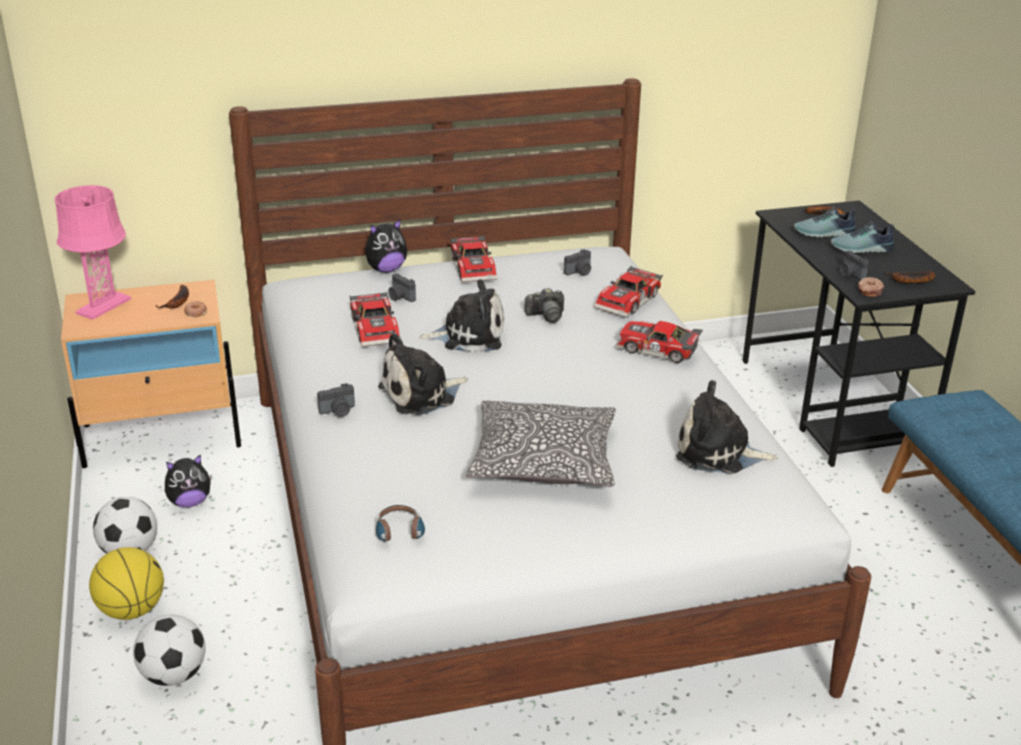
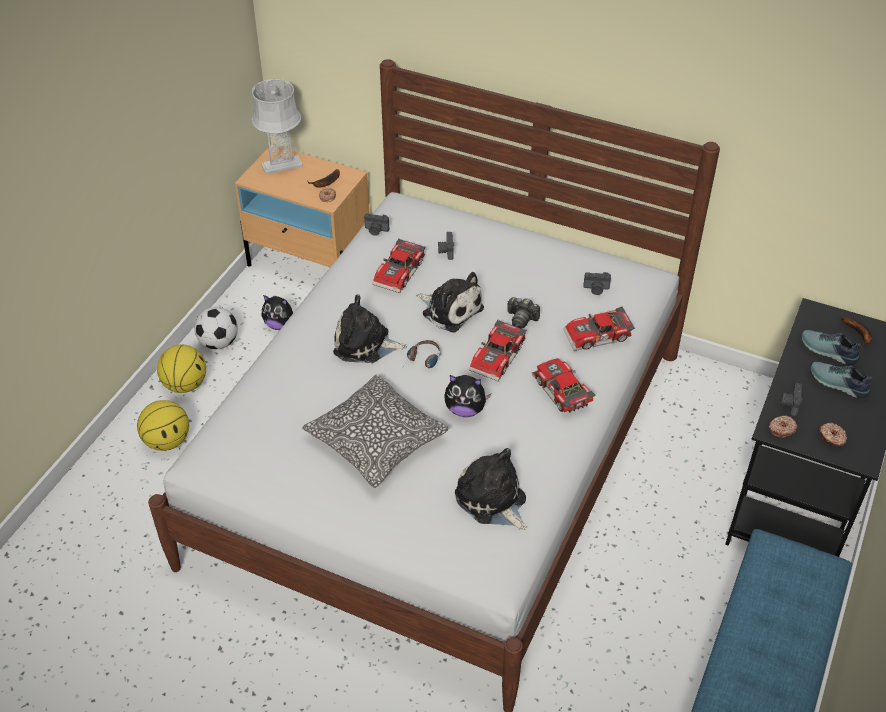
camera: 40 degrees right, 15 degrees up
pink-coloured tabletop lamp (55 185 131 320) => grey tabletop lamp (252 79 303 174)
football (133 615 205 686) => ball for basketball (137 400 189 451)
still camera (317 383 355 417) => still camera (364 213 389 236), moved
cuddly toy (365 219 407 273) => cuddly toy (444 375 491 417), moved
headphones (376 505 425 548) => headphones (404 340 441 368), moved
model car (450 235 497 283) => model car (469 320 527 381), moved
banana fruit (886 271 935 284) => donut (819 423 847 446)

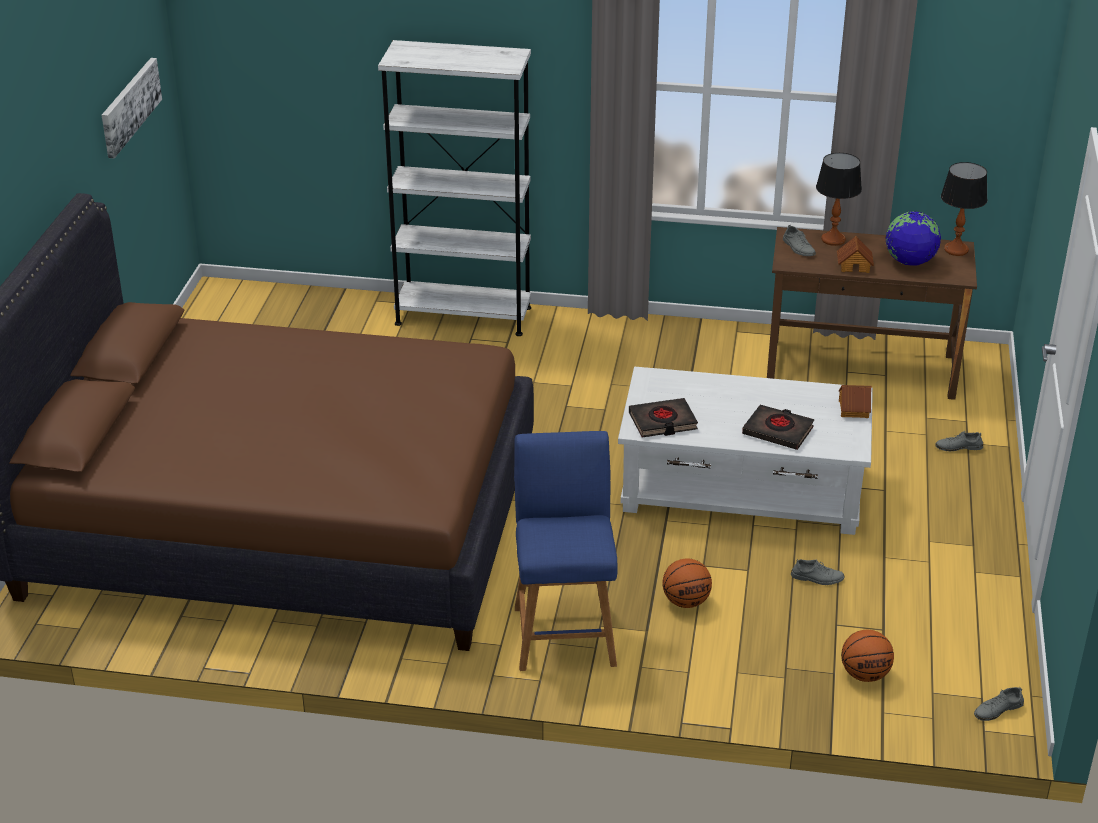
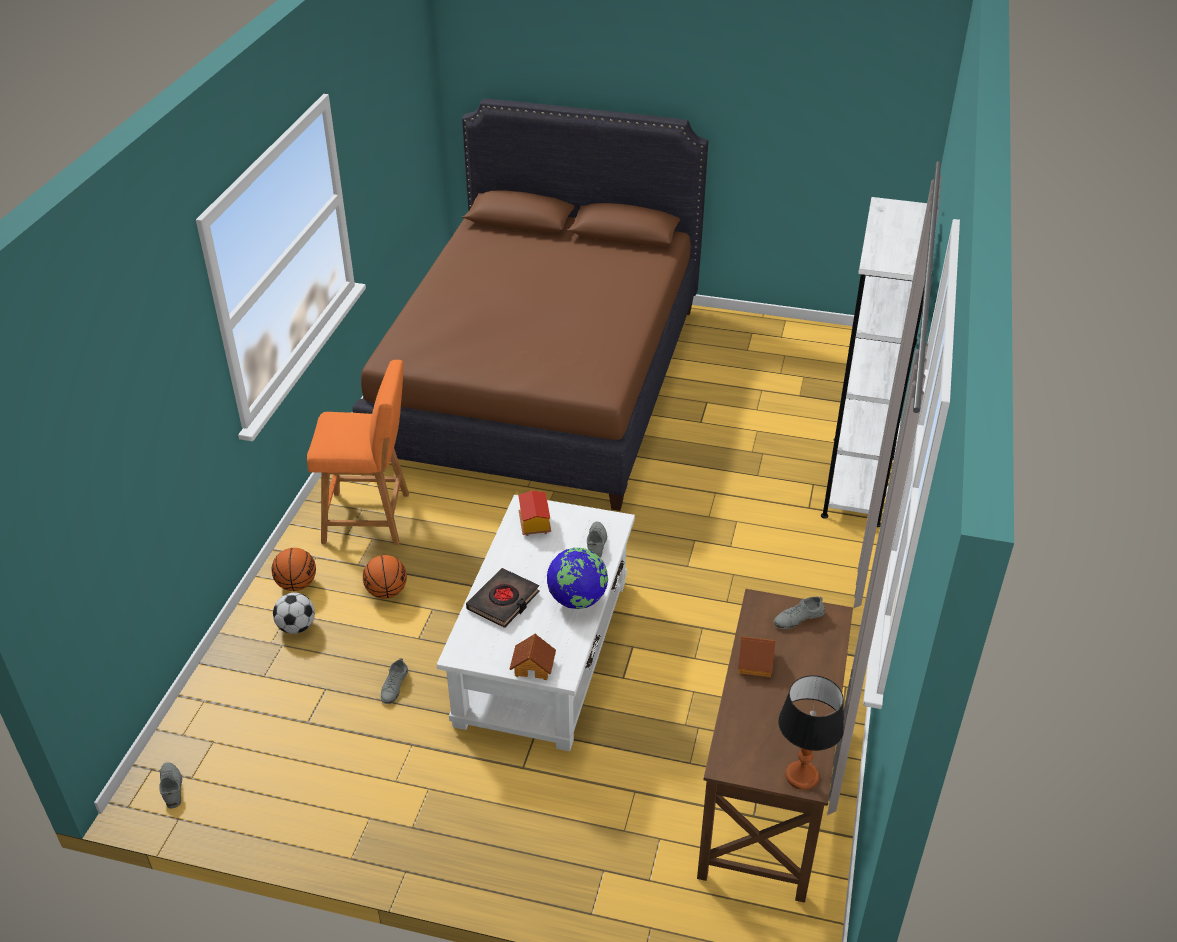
camera: 95 degrees right, 5 degrees up
wall art (102 58 162 158) => nothing
blue-coloured stool (514 431 618 671) => orange stool (307 360 409 545)
black volume (629 398 698 437) => model house (518 490 551 536)
tabletop lamp (816 153 862 246) => nothing
ball for basketball (841 630 894 682) => ball for basketball (272 548 316 591), moved
world globe (886 211 941 266) => world globe (547 548 608 609), moved
grey shoe (935 431 983 452) => grey shoe (587 522 607 558), moved
nothing => football (273 593 315 634)

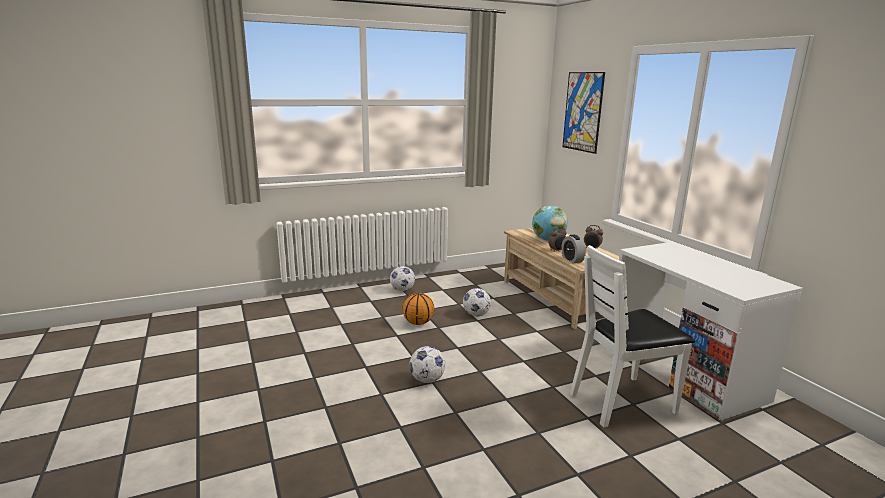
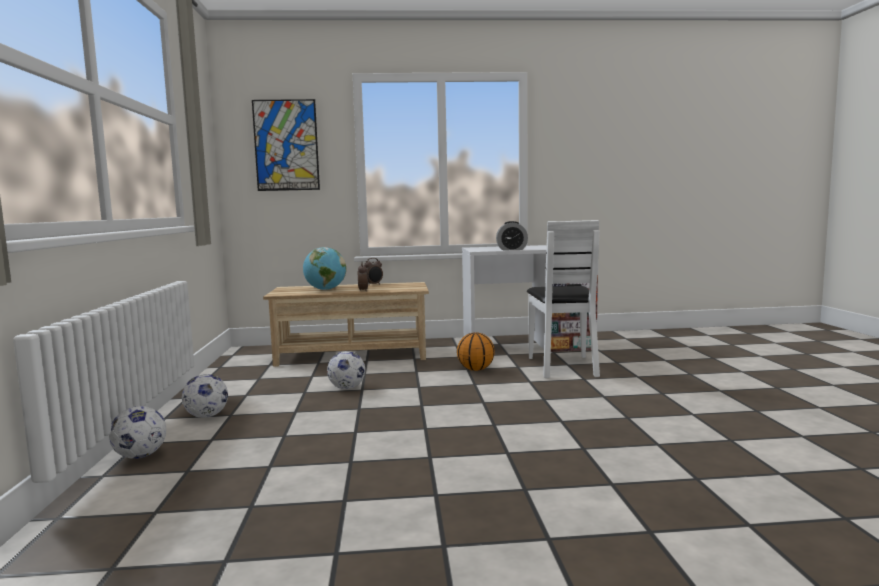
camera: 70 degrees left, 10 degrees down
ball for basketball (402 293 434 325) => ball for basketball (457 332 495 371), moved
football (409 346 445 383) => football (109 406 166 459), moved
table clock (561 235 586 263) => table clock (496 221 528 251), moved

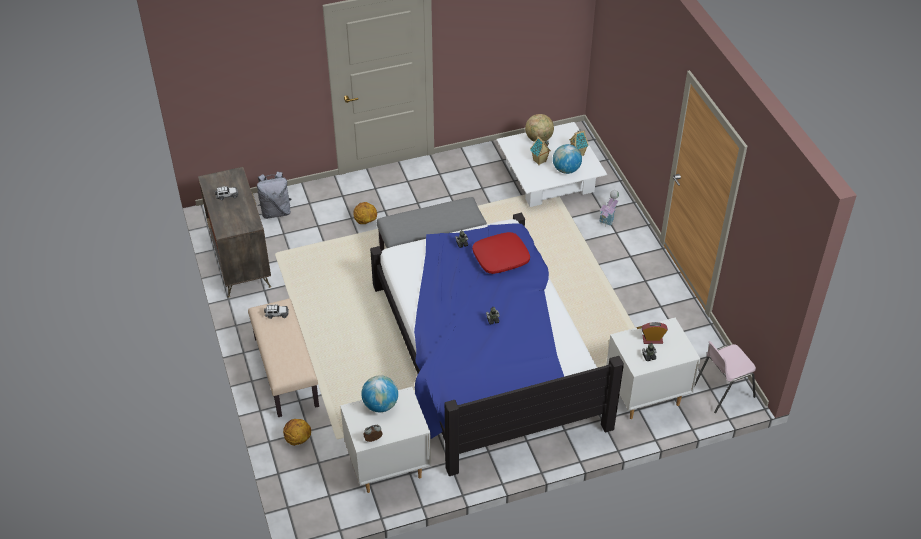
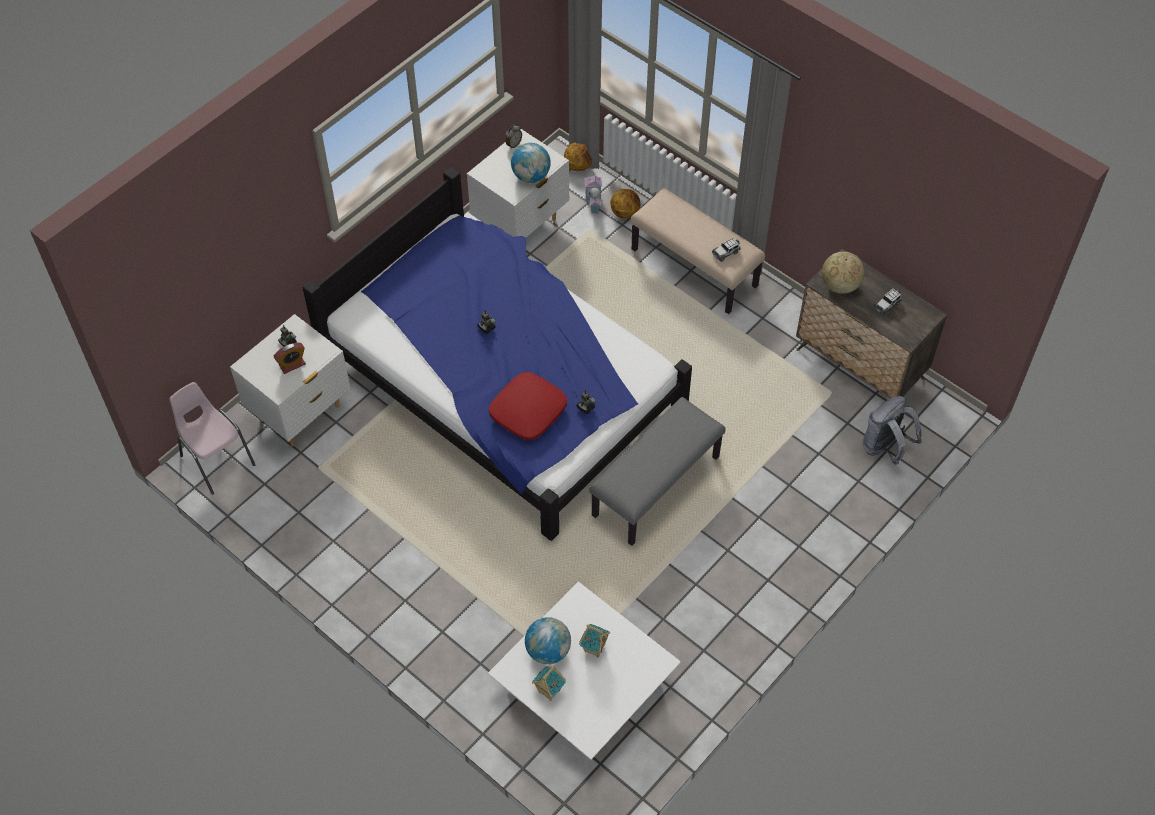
camera: 150 degrees right, 10 degrees up
ball for basketball (354 202 377 224) => ball for basketball (564 143 592 171), moved
world globe (525 114 554 142) => world globe (822 251 865 293), moved
model house (599 190 619 227) => model house (584 171 602 214), moved
pink-coloured upright chair (695 341 756 413) => pink-coloured upright chair (169 382 255 495), 75 degrees counterclockwise

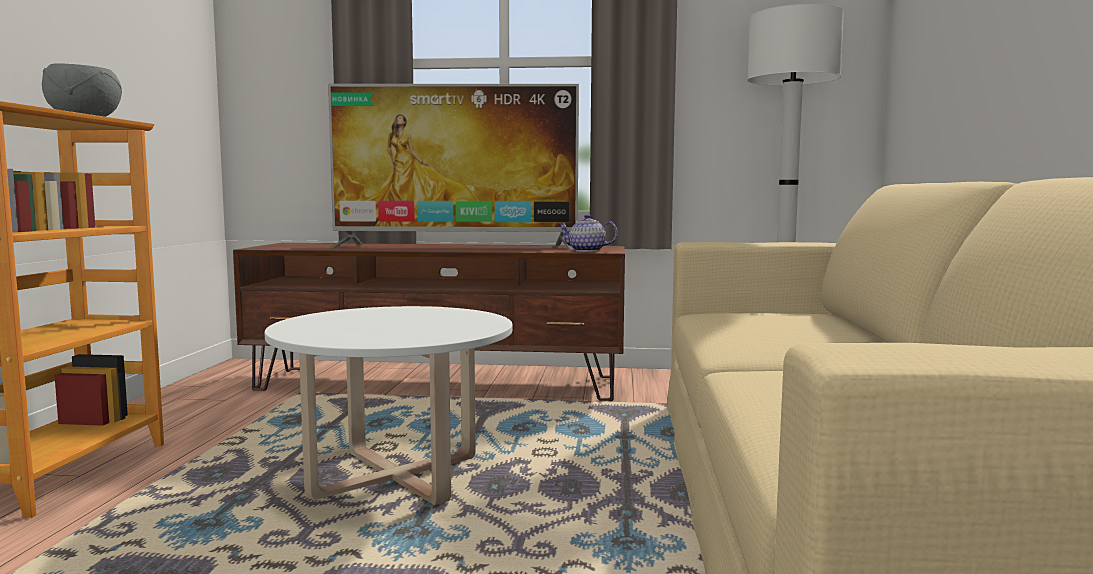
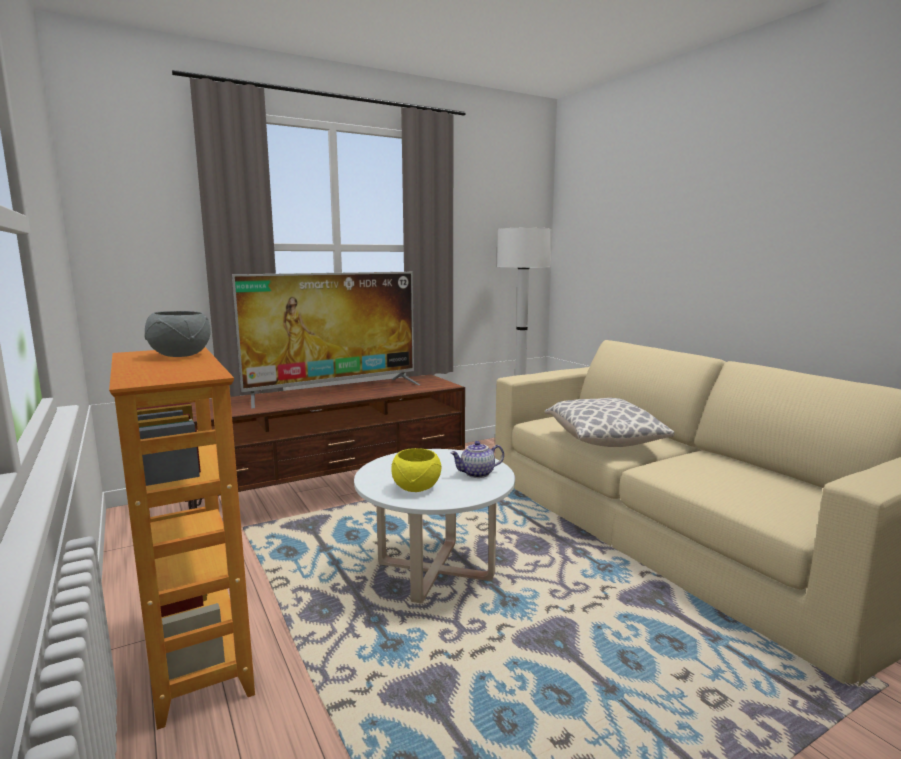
camera: 35 degrees left, 5 degrees up
teapot (558 214 618 252) => teapot (450 441 504 478), moved
nothing => yellow serving bowl (391 448 442 492)
nothing => throw pillow (545 398 674 447)

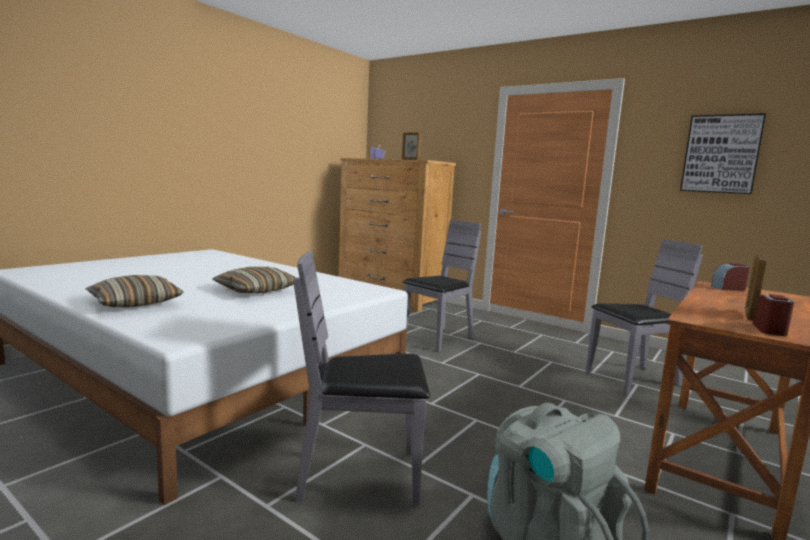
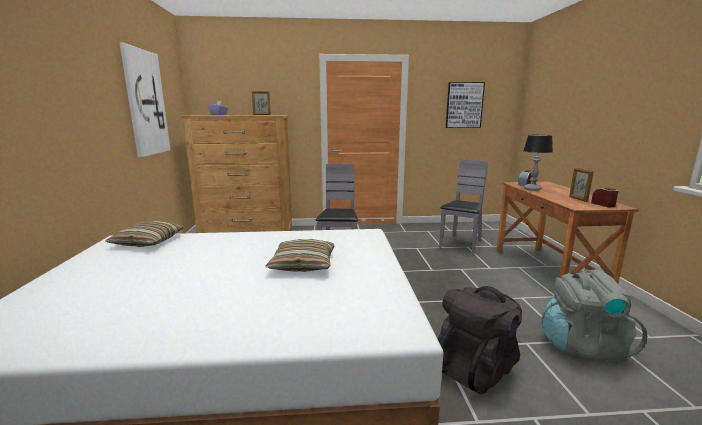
camera: 40 degrees left, 5 degrees up
throw pillow (86 275 183 307) => throw pillow (105 221 184 247), moved
grey upright chair (293 251 430 506) => black backpack (438 286 522 394)
nothing => wall art (120 43 170 157)
nothing => tabletop lamp (523 135 553 191)

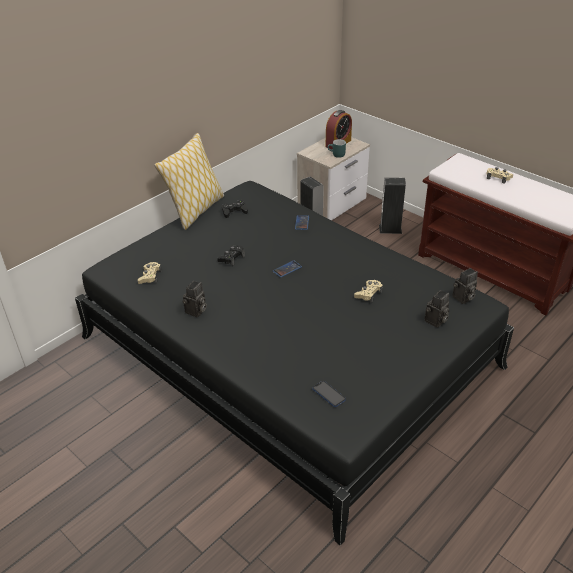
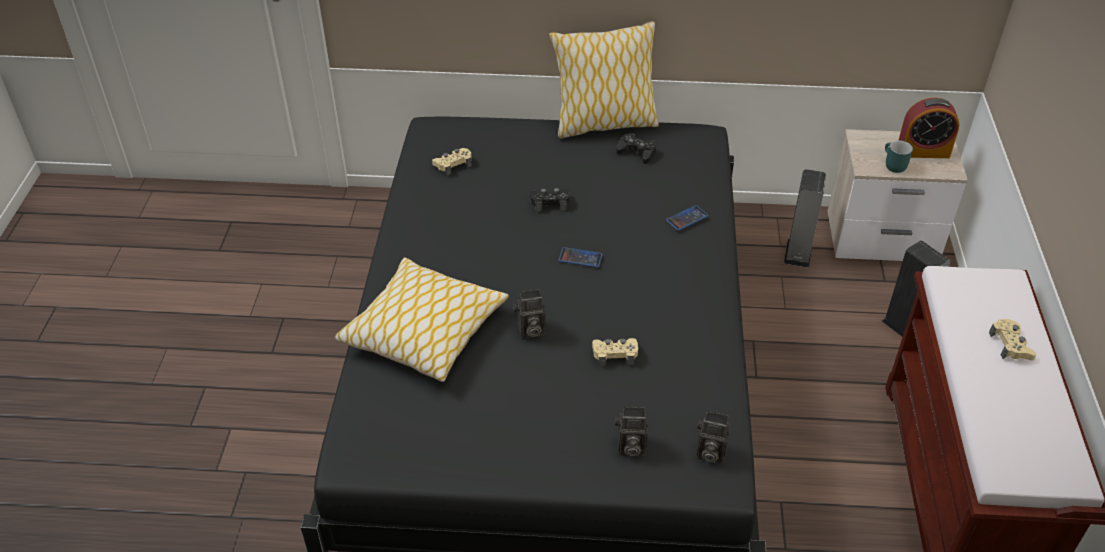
camera: 50 degrees right, 5 degrees up
still camera (183 281 207 318) => still camera (513 289 545 339), moved
telephone (313 381 346 407) => nothing
nothing => throw pillow (335 257 509 382)

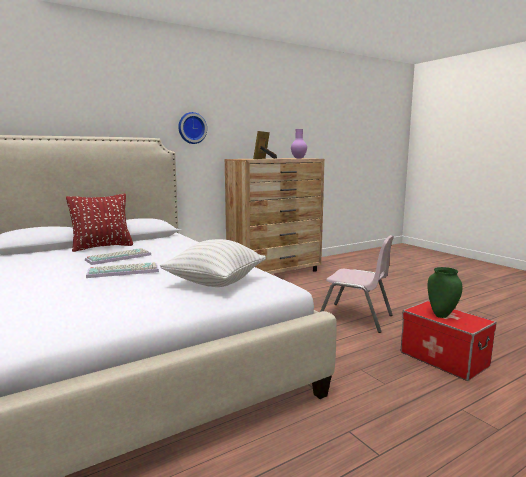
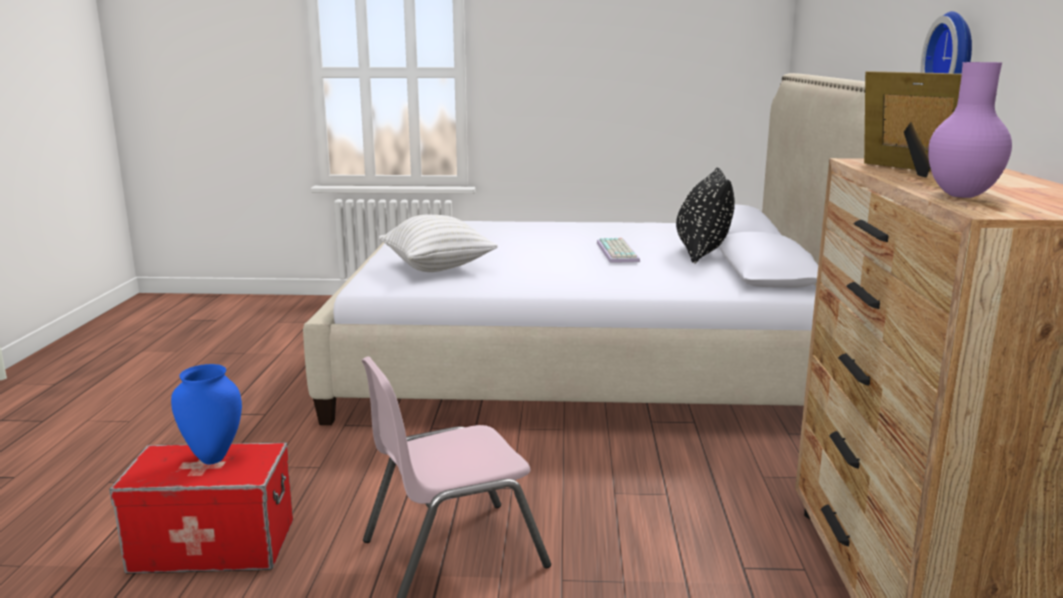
camera: 125 degrees right, 5 degrees up
reddish throw pillow (66 194 133 252) => black throw pillow (676 168 735 264)
keyboard (86 262 159 278) => nothing
greenish vase (427 267 462 318) => blue-coloured vase (171 364 242 465)

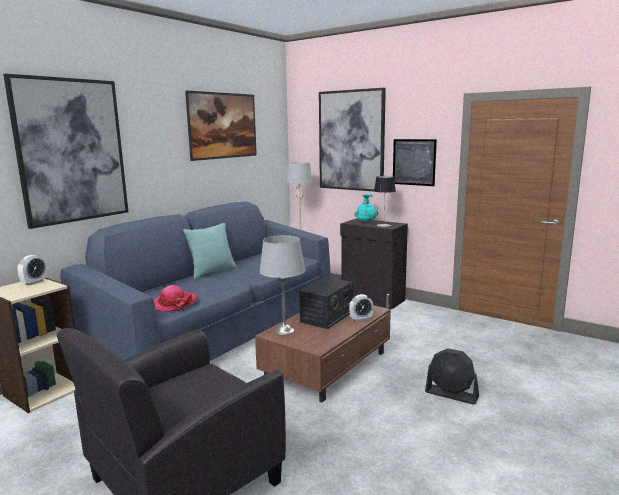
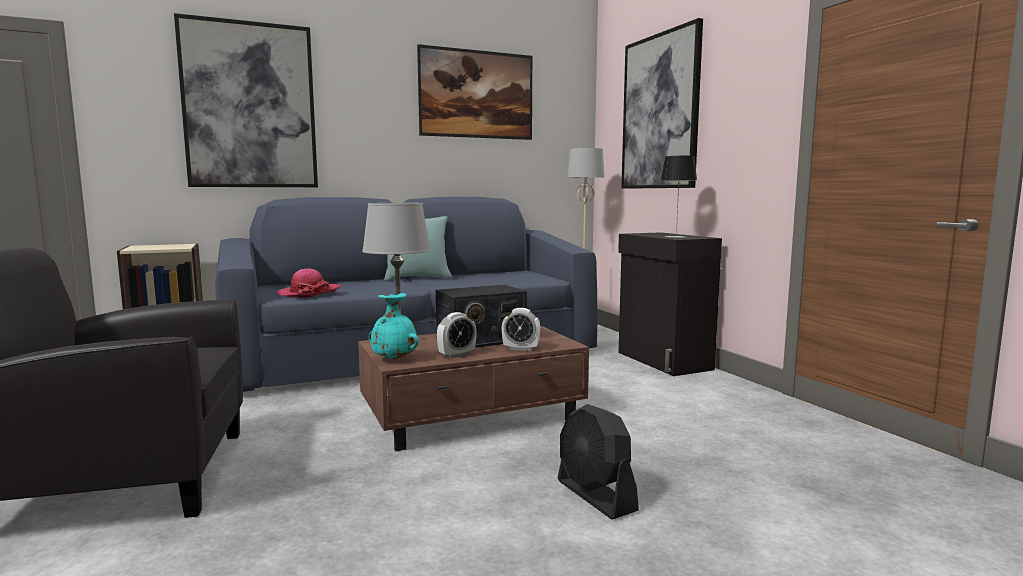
camera: 30 degrees right, 5 degrees down
table clock (17 255 47 285) => table clock (437 312 477 358), moved
turquoise vase (355 194 378 222) => turquoise vase (369 293 419 360), moved
wall art (393 139 437 186) => nothing

